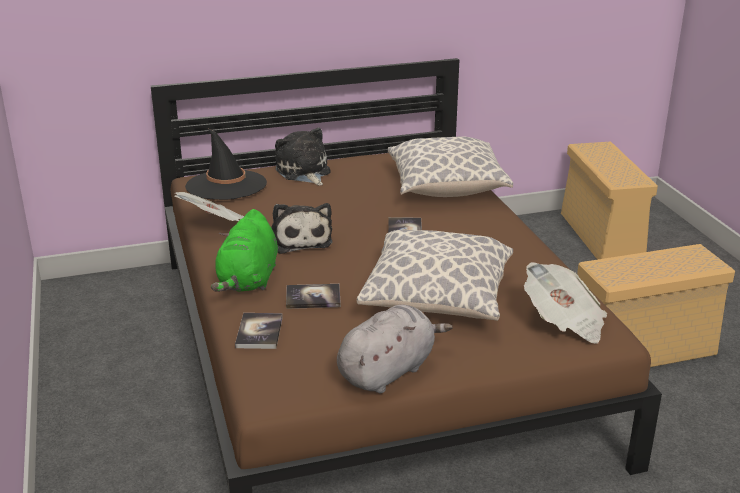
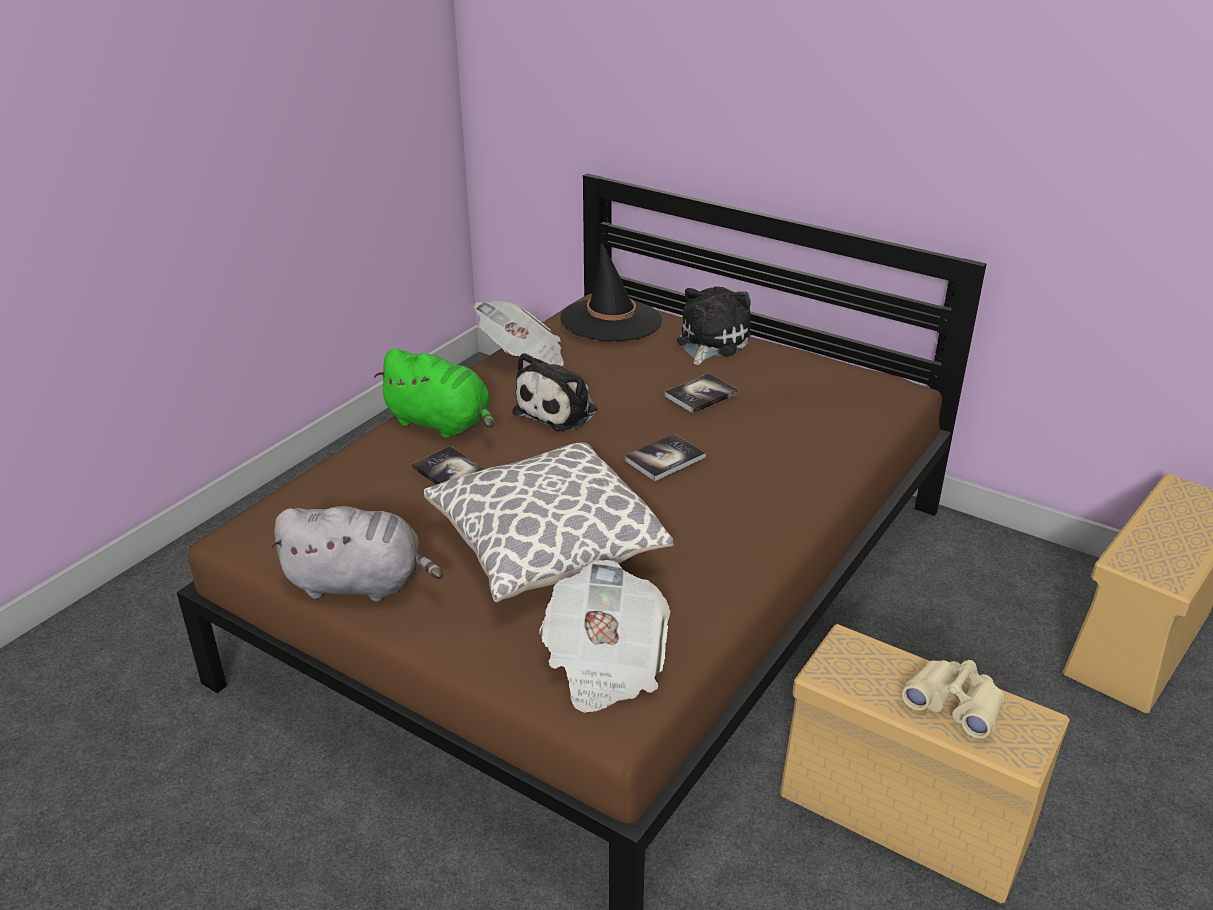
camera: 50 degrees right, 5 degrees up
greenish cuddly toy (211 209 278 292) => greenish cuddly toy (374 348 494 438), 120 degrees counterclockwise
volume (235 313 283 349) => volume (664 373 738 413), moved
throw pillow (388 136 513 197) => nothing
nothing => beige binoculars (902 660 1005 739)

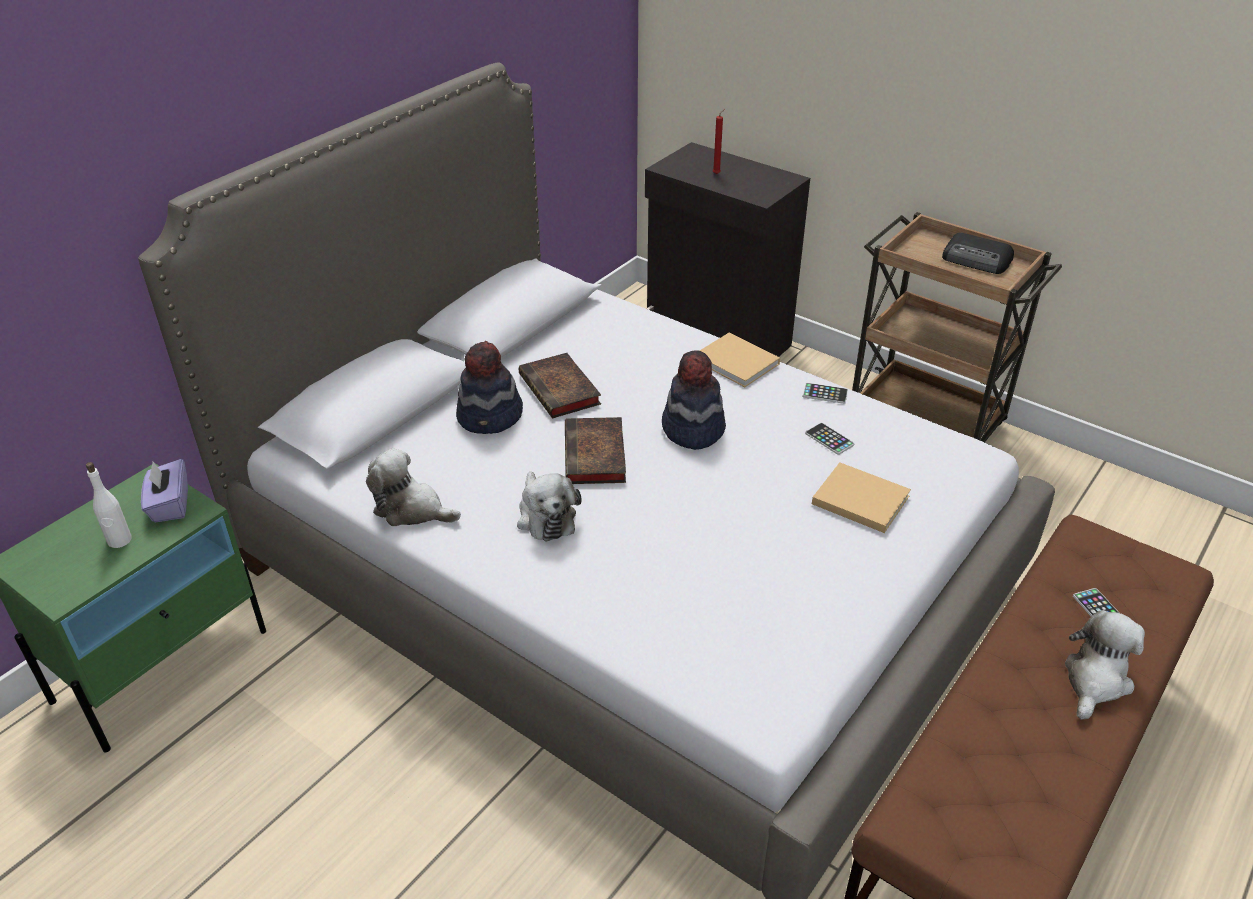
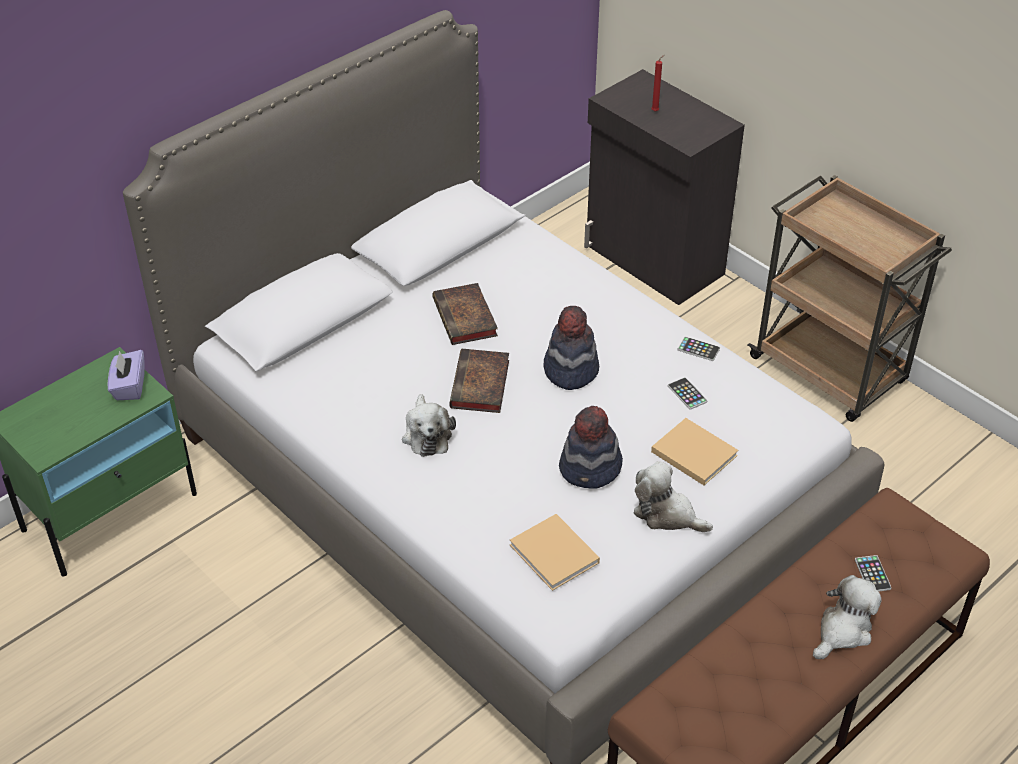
camera: 10 degrees right, 5 degrees up
white beverage bottle (86 462 132 548) => nothing
cuddly toy (366 448 461 526) => cuddly toy (634 461 713 532), moved
hat (456 341 523 434) => hat (559 406 623 489), moved
beige volume (700 333 780 387) => beige volume (510 514 600 591), moved
radio set (942 233 1014 274) => nothing

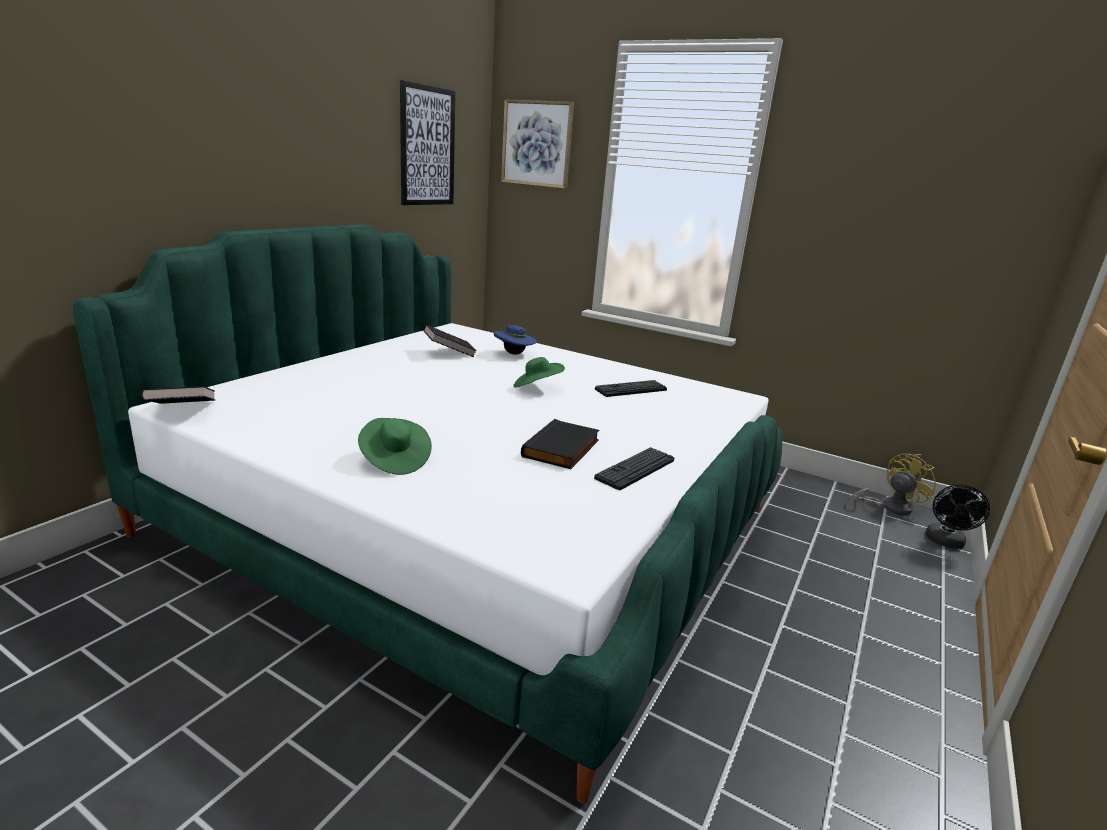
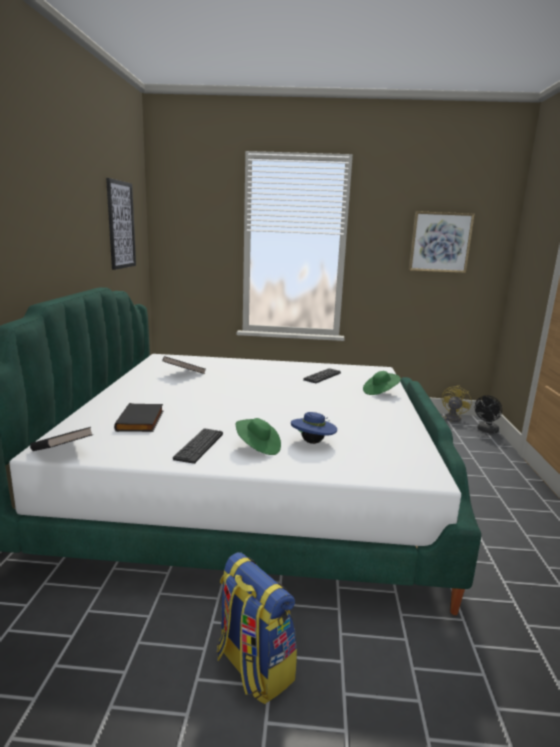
camera: 25 degrees left, 5 degrees down
blue-coloured hat (494 325 537 355) => blue-coloured hat (291 412 337 444), moved
wall art (501 100 574 189) => wall art (409 211 475 273), moved
greenish hat (514 357 565 388) => greenish hat (363 371 401 395), moved
black volume (521 419 600 469) => black volume (114 403 163 432), moved
keyboard (594 447 674 490) => keyboard (173 428 223 464), moved
black electric fan (925 485 990 549) => black electric fan (475 395 502 434), 45 degrees clockwise
nothing => backpack (217 552 297 704)

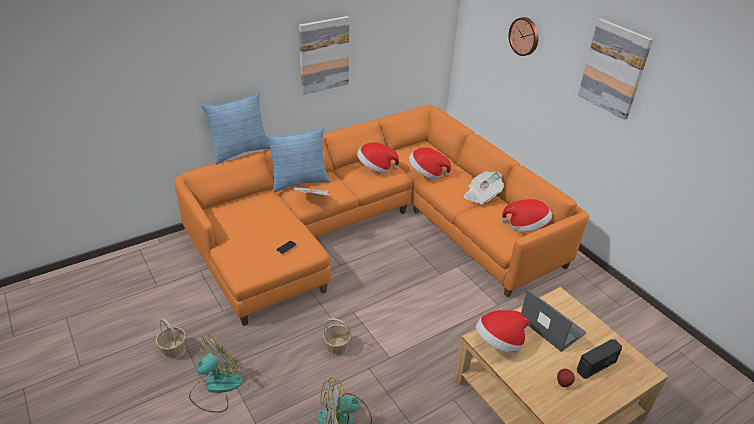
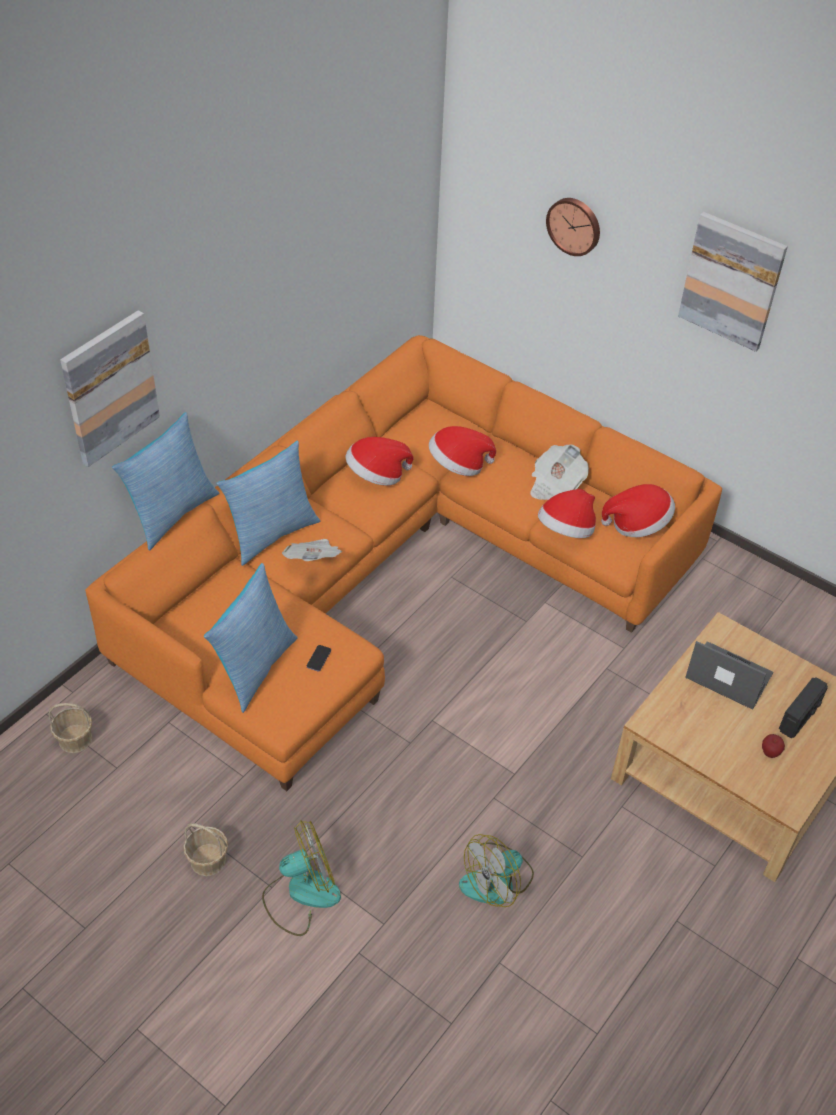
camera: 20 degrees left, 10 degrees up
electric fan (189 333 243 413) => electric fan (262 820 341 936), 45 degrees clockwise
wall art (299 16 349 95) => wall art (60 310 160 467), moved
storage basket (322 318 351 357) => storage basket (49 703 92 753), moved
hat (476 310 529 353) => hat (538 489 596 538), moved
nothing => throw pillow (204 563 298 713)

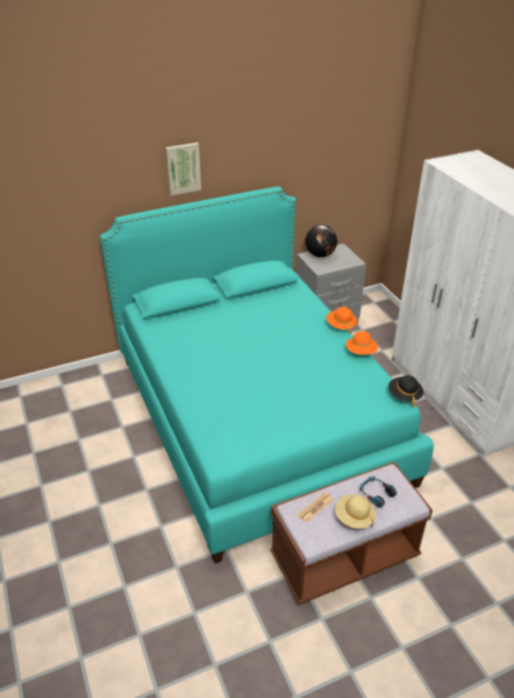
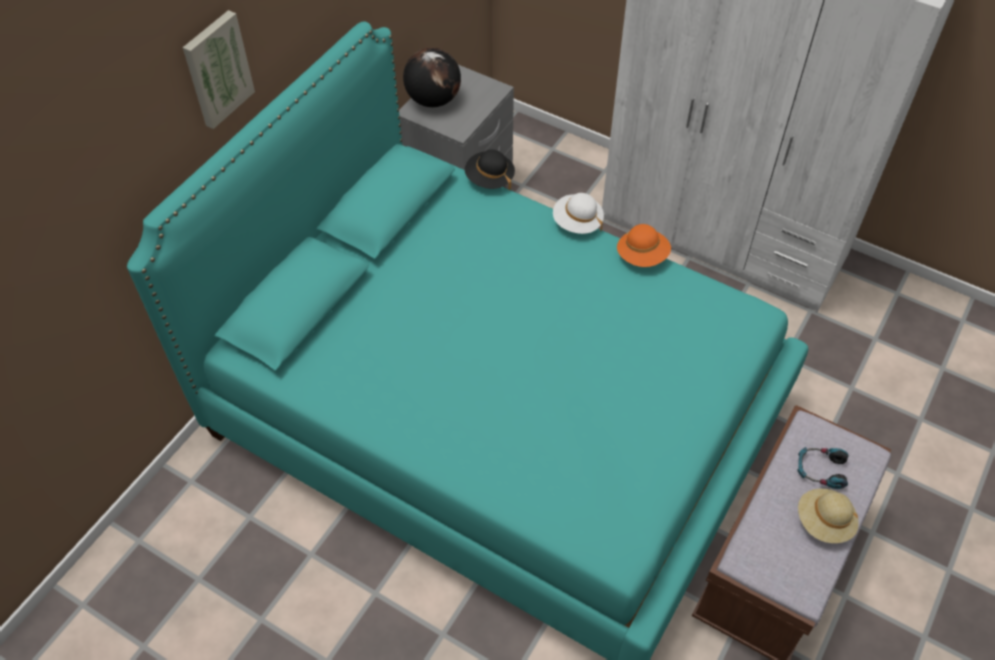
camera: 35 degrees left, 15 degrees up
newspaper (297 492 333 523) => nothing
orange hat (326 307 357 334) => white hat (553 193 604 234)
black hat (388 375 424 407) => black hat (465 149 515 190), moved

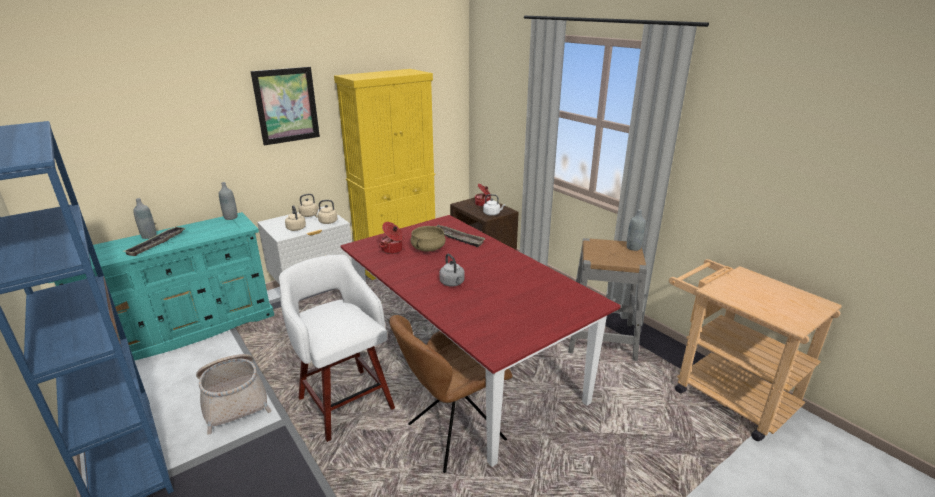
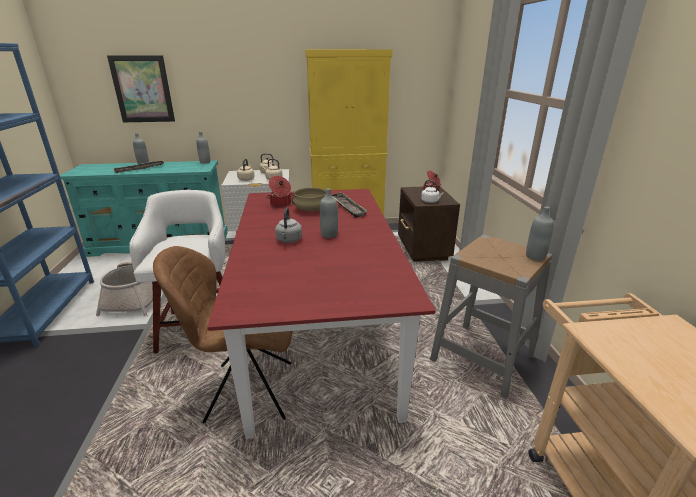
camera: 30 degrees right, 0 degrees up
wall art (250 67 320 145) => wall art (107 55 175 122), moved
nothing => grey beverage bottle (320 188 338 238)

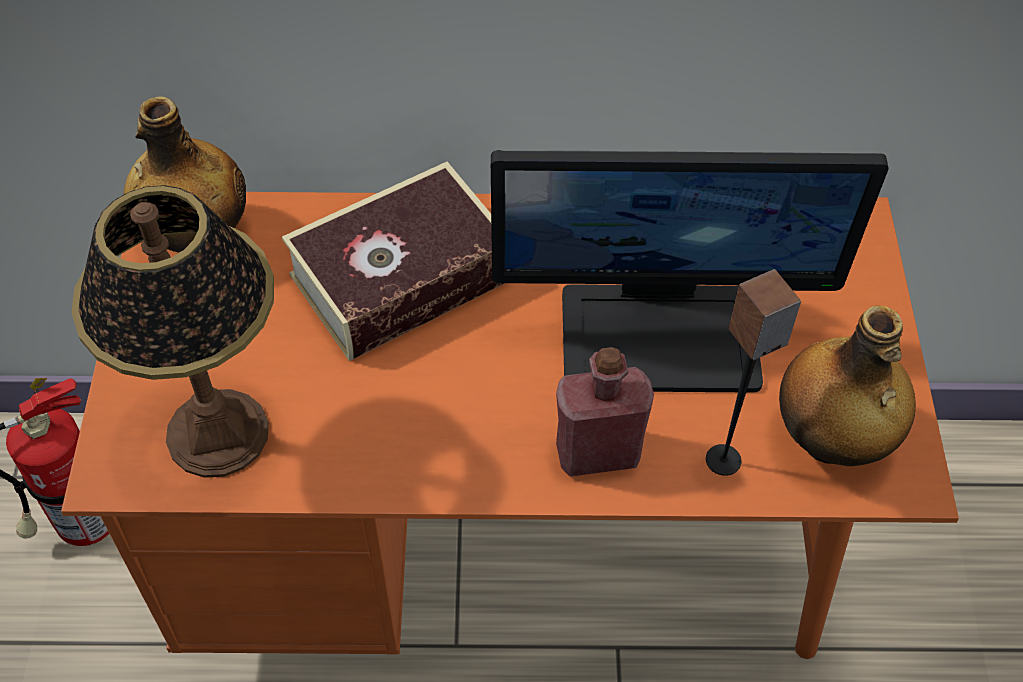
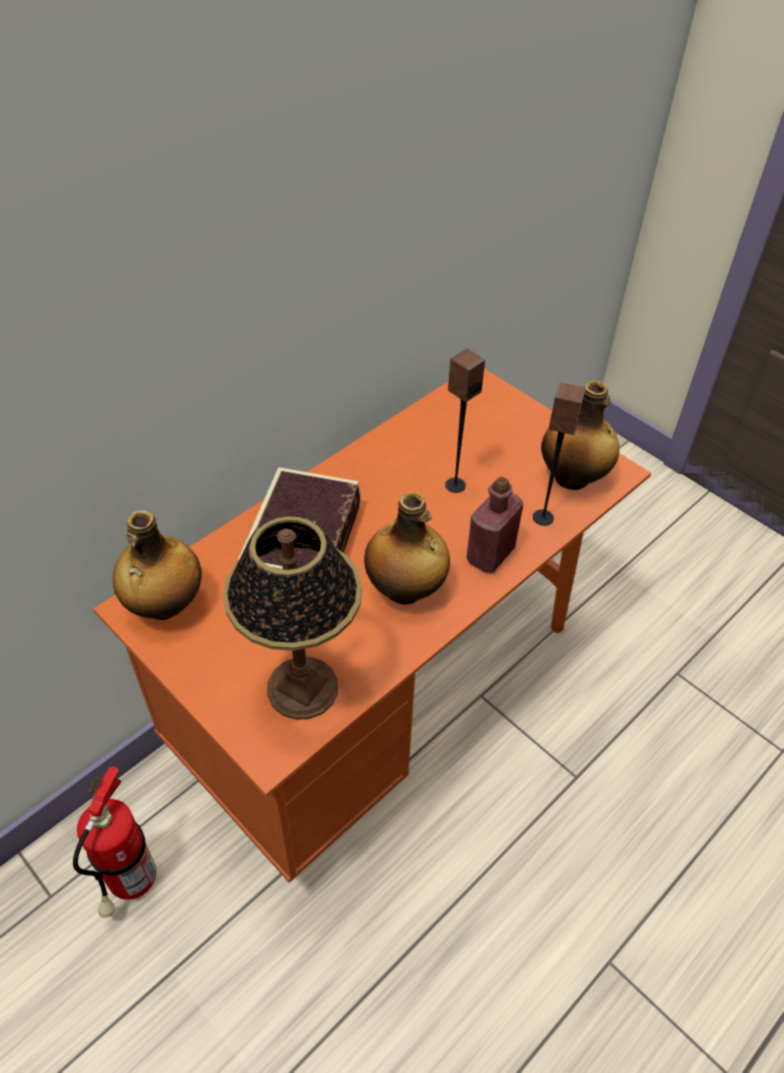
camera: 45 degrees left, 5 degrees down
monitor (491 150 889 393) => loudspeaker (445 349 485 493)
nothing => beverage bottle (364 492 450 605)

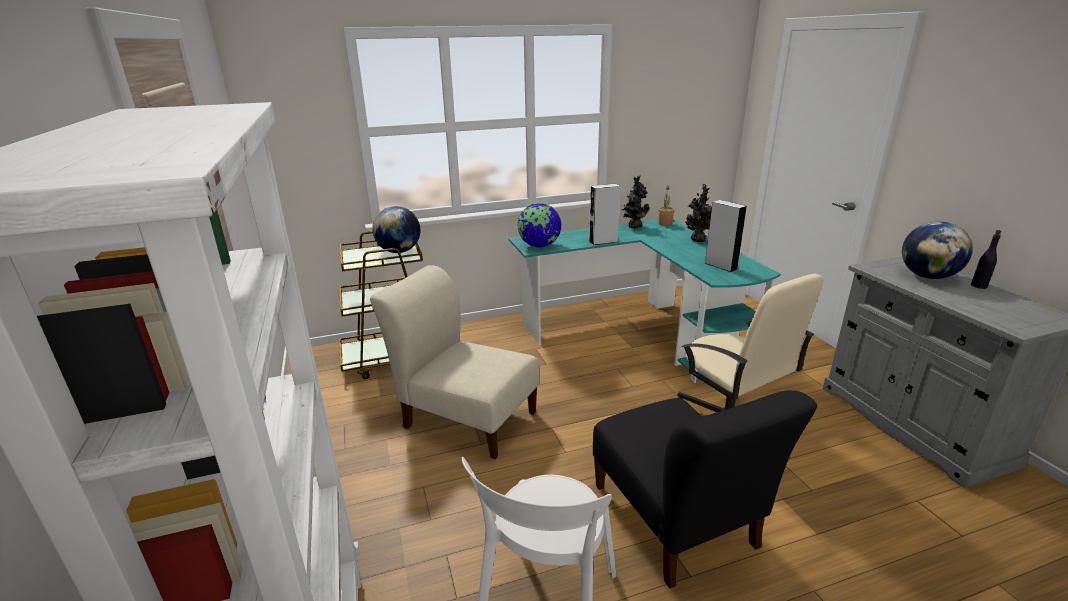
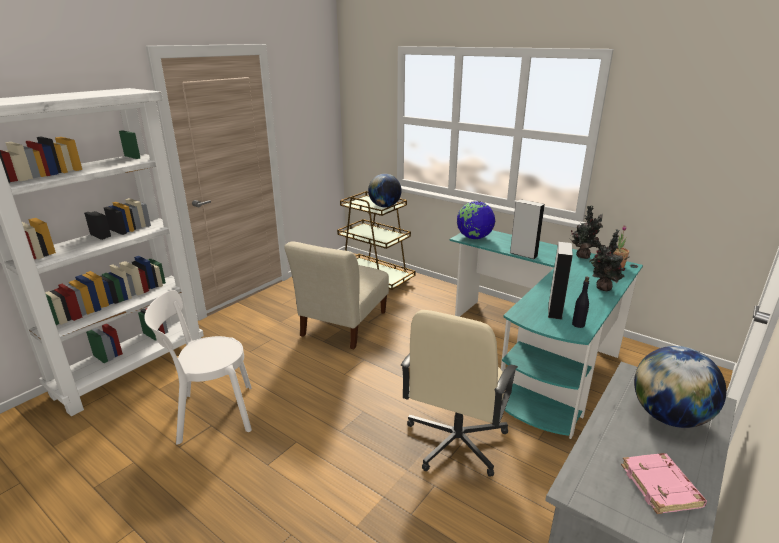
camera: 55 degrees right, 0 degrees up
beige upright chair (370 265 539 459) => beige upright chair (284 241 389 349), 150 degrees counterclockwise
black upright chair (593 390 817 589) => nothing
black beverage bottle (971 230 1001 289) => black beverage bottle (572 276 589 328), moved
nothing => pink-coloured volume (621 453 707 514)

